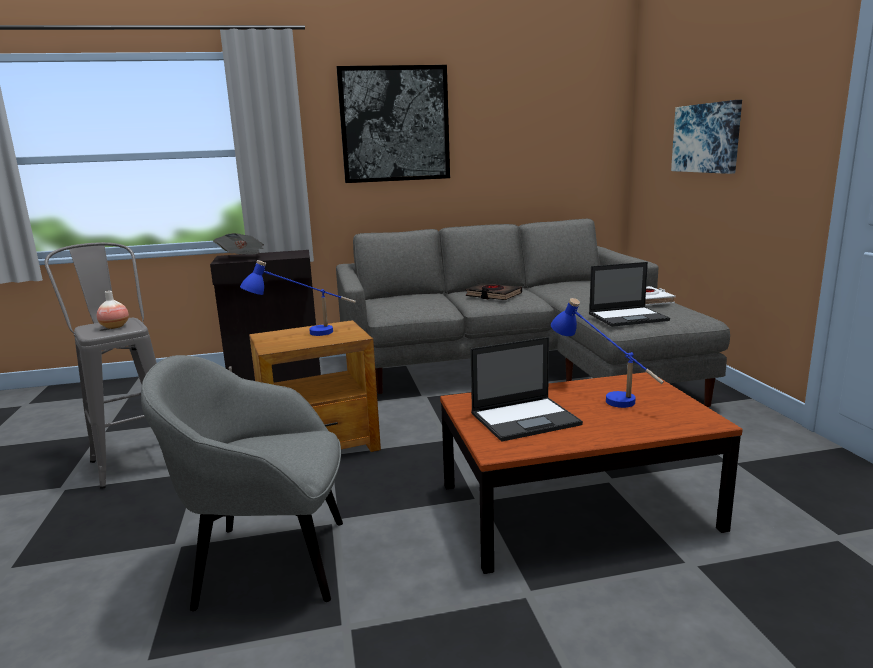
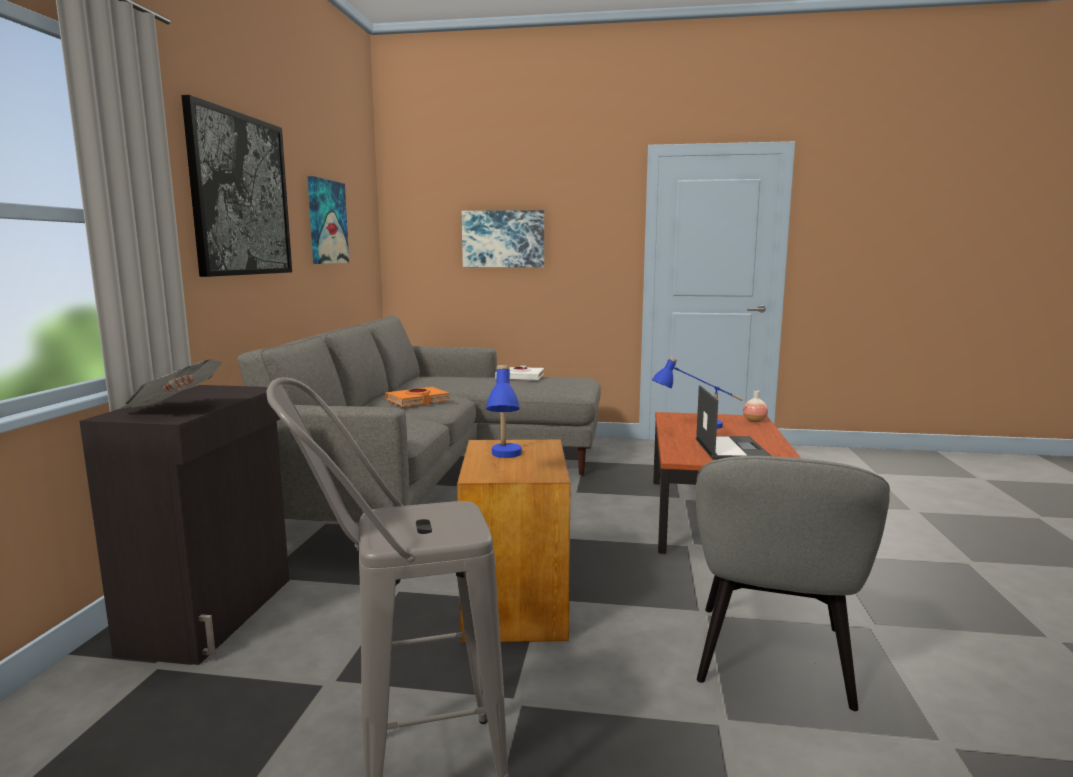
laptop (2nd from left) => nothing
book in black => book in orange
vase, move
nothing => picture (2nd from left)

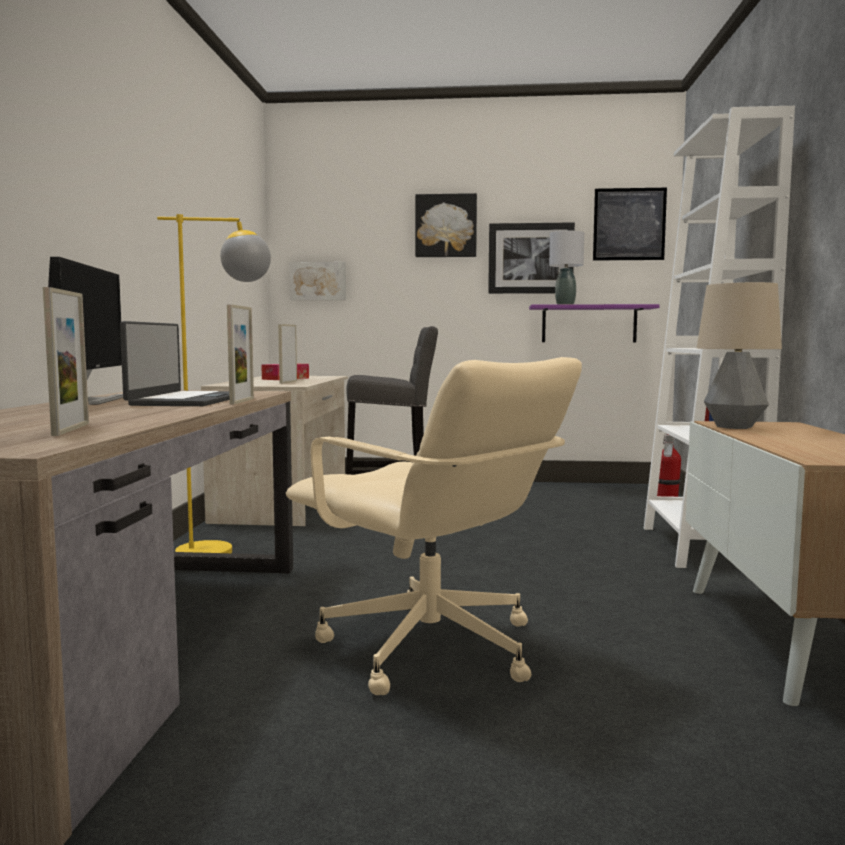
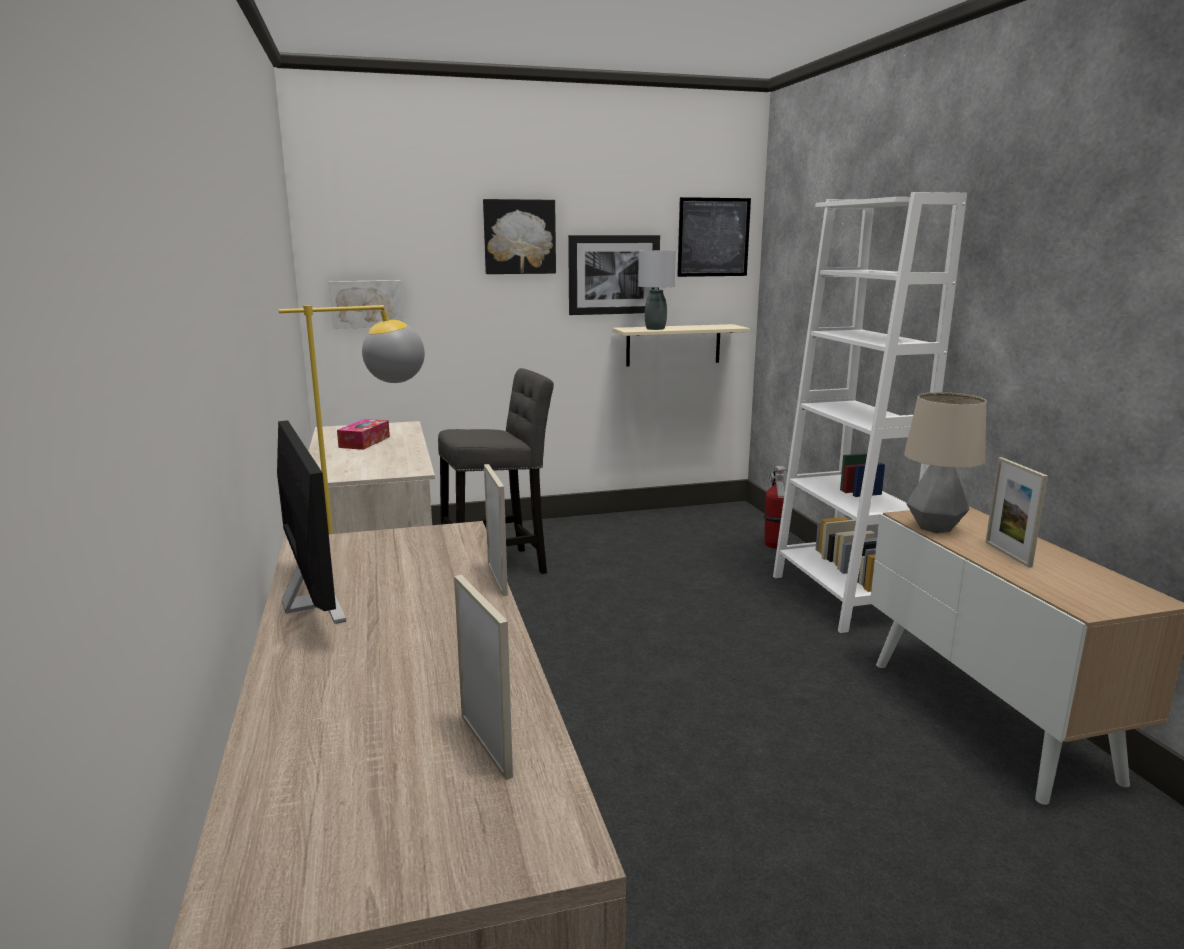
shelf in purple => shelf in beige
laptop => nothing
picture frame (3rd from left), move
office chair in beige => nothing

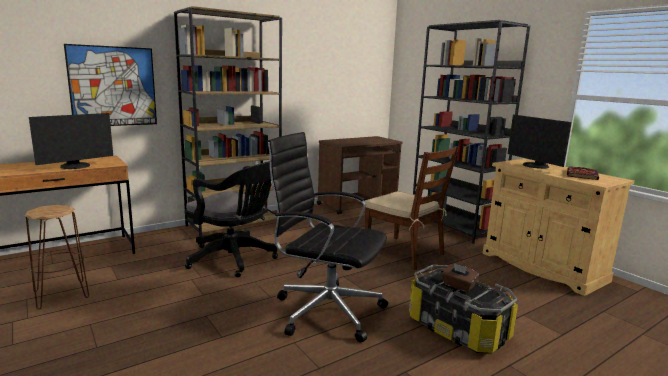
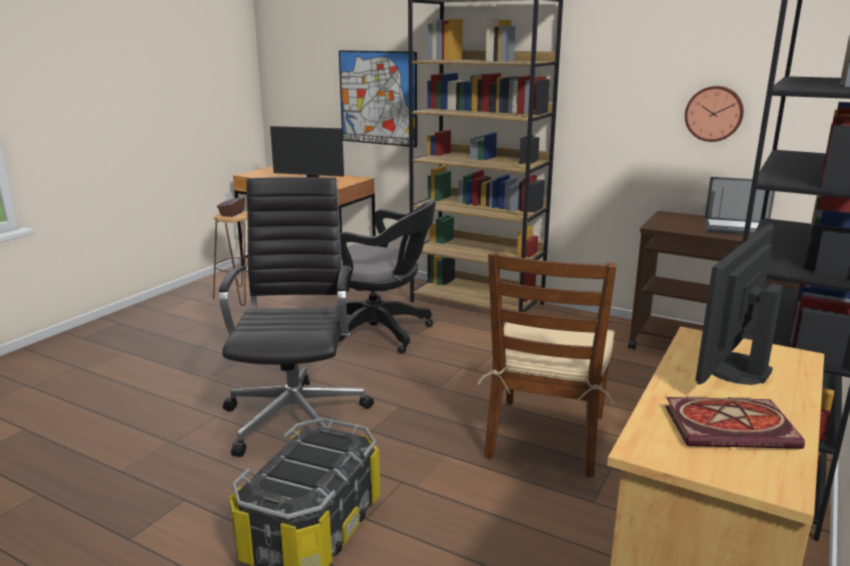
office chair in black (1st from left in the first image) => office chair in black (2nd from left), 75 degrees counterclockwise
tissue box in brown, move
nothing => wall clock
nothing => laptop

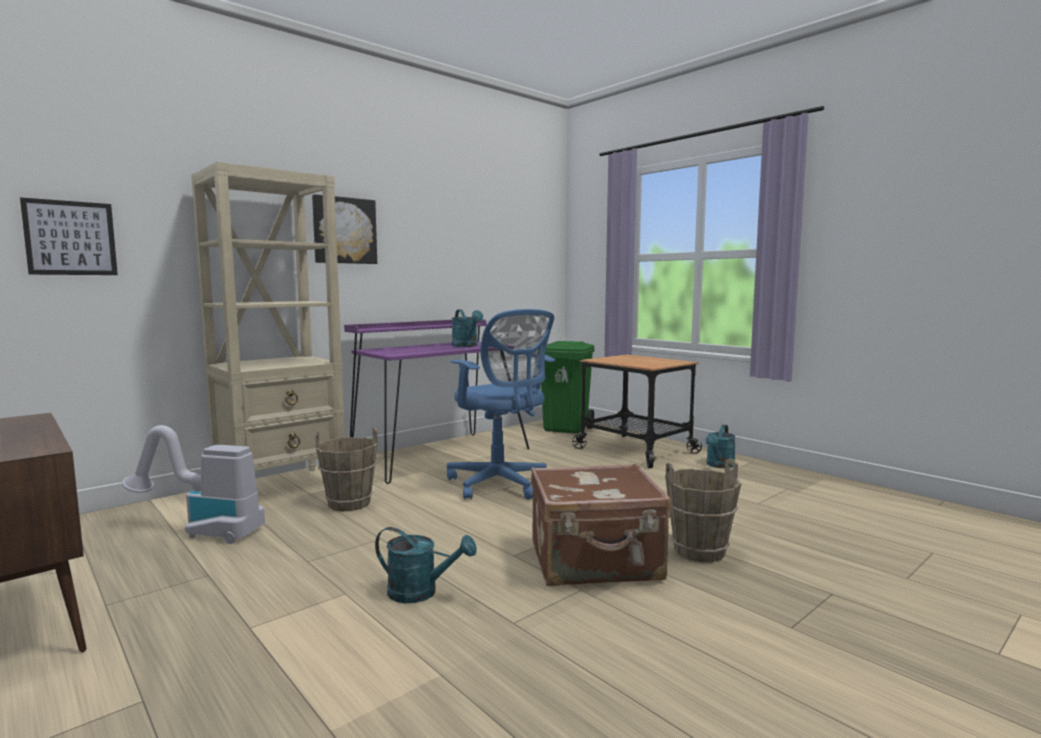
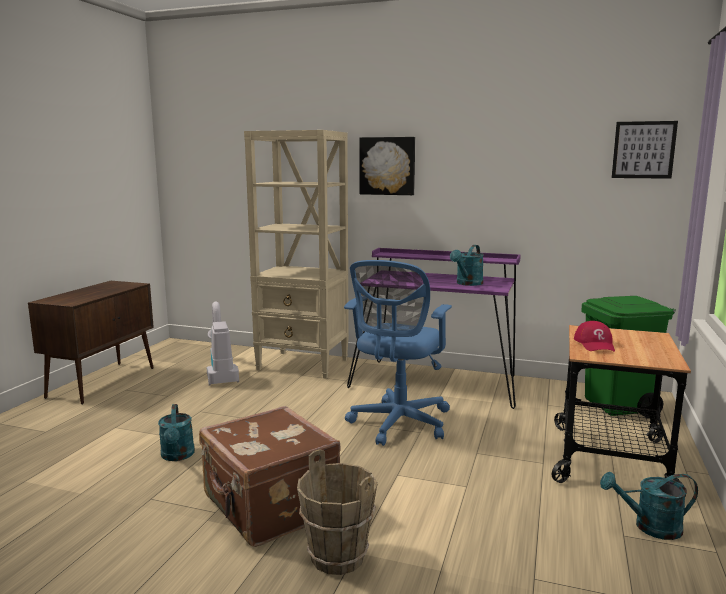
picture (1st from left in the first image) => picture (2nd from left), move
bucket in brown (1st from left) => nothing
nothing => cap in red

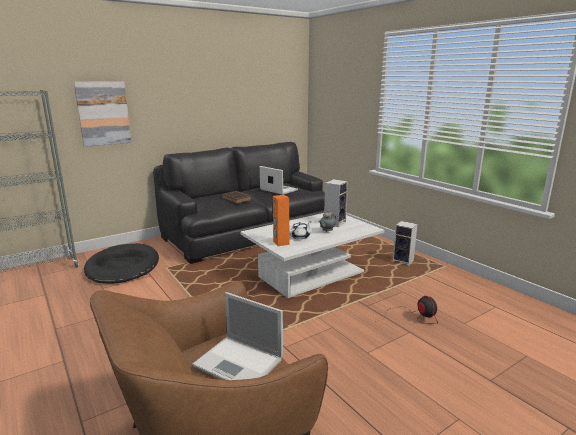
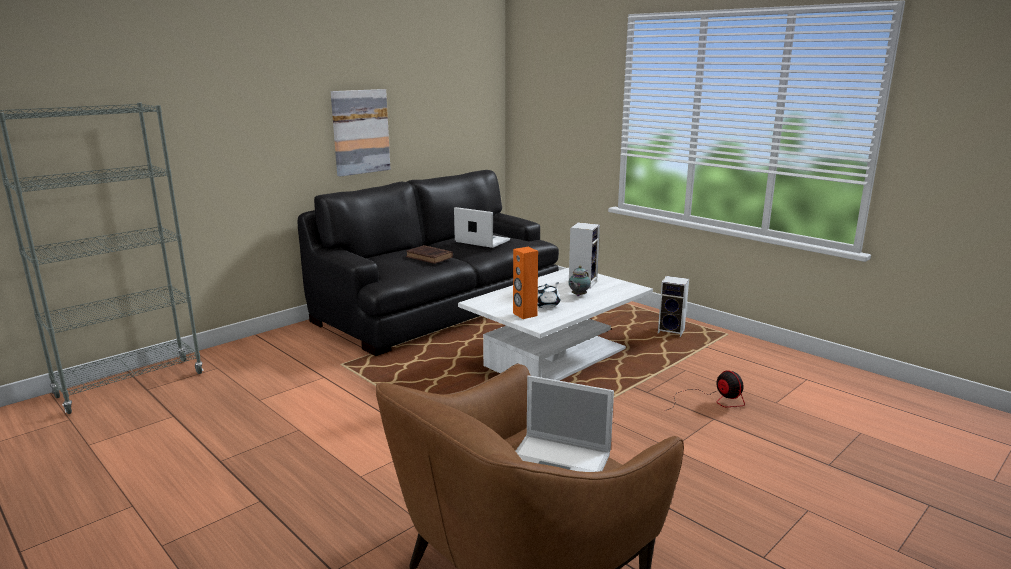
picture, move
dog bed in black => nothing

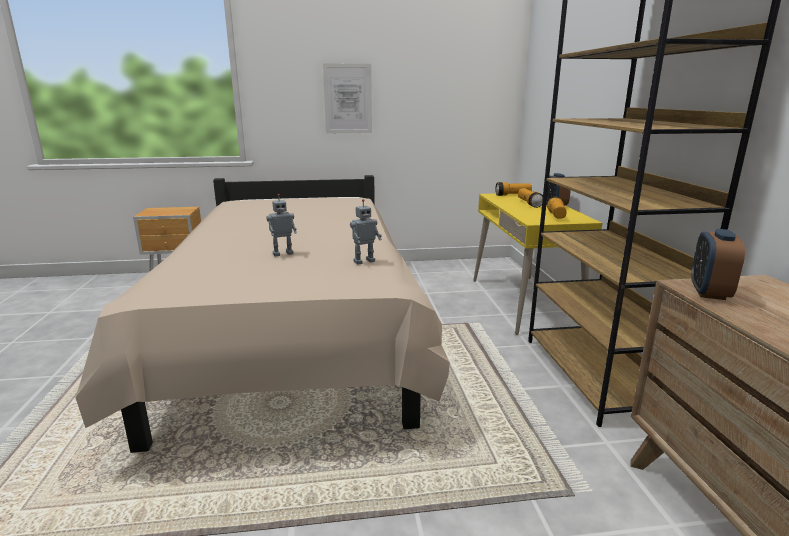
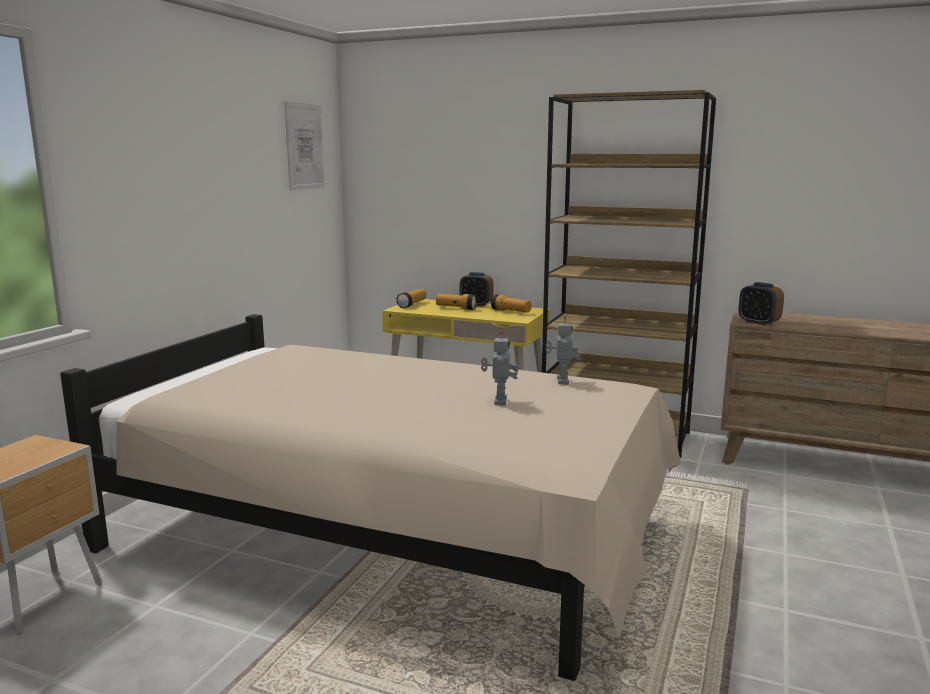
picture, move

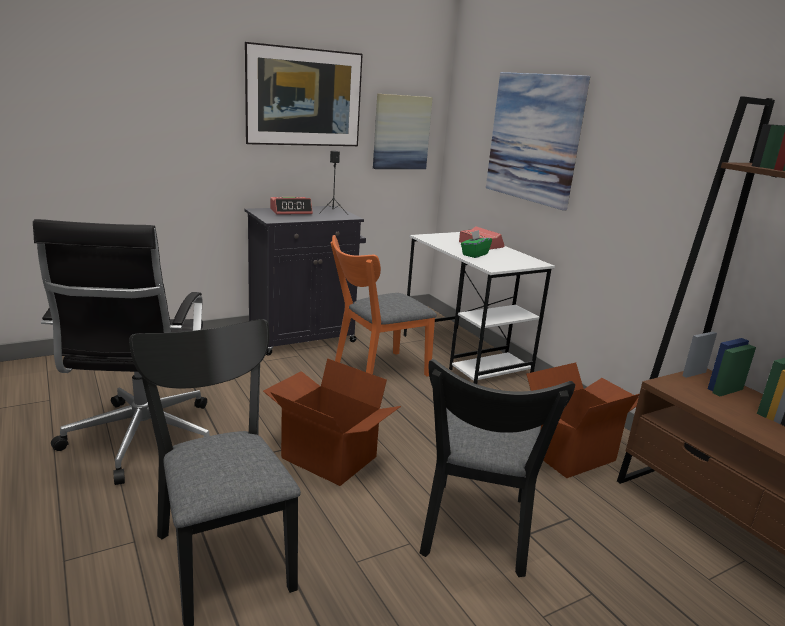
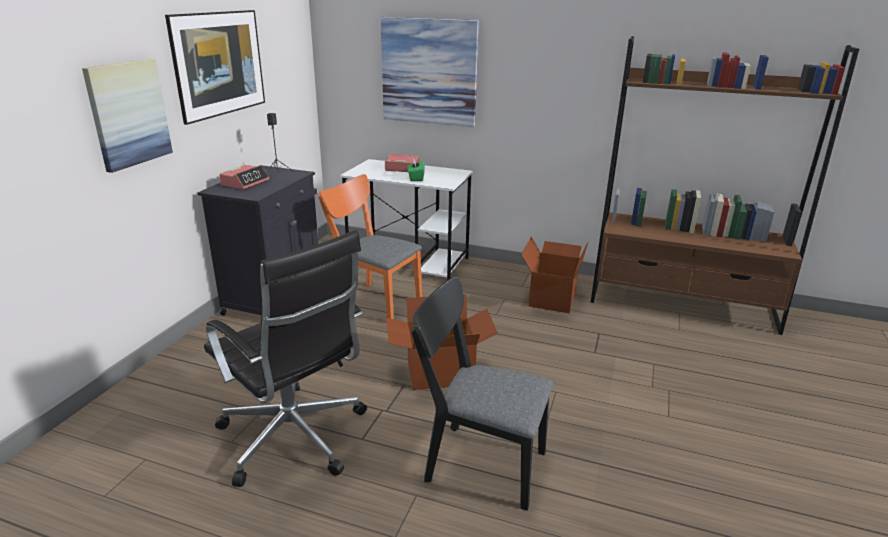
picture (2nd from left in the first image) => picture (1st from left), move
chair in orange, 105 degrees clockwise
chair in black (2nd from left) => nothing

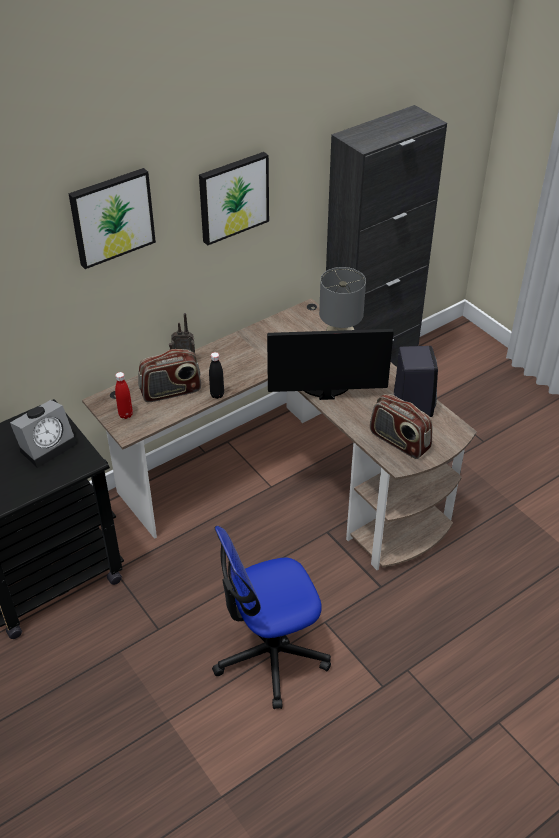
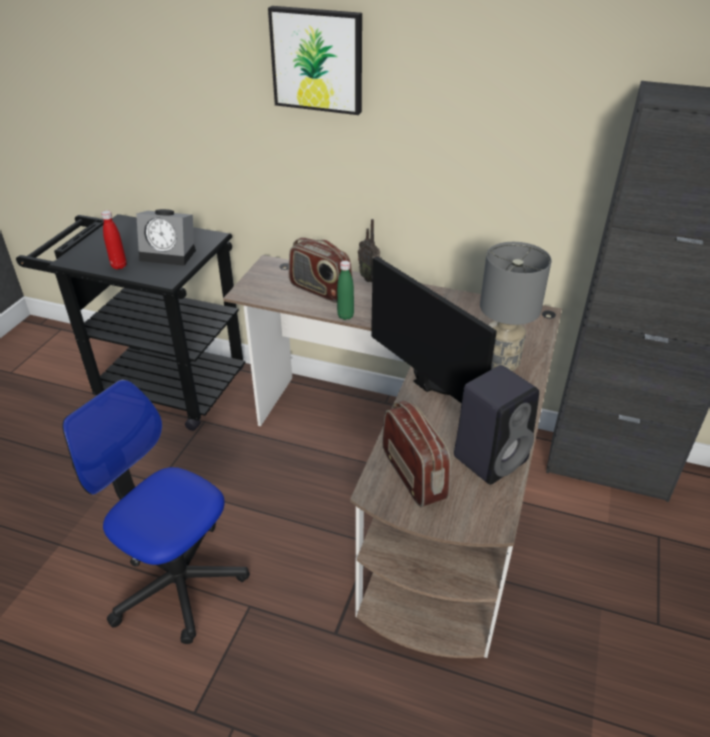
picture (2nd from left) => nothing
bottle in black => bottle in green
bottle in red, move
radio (3rd from left), 150 degrees clockwise

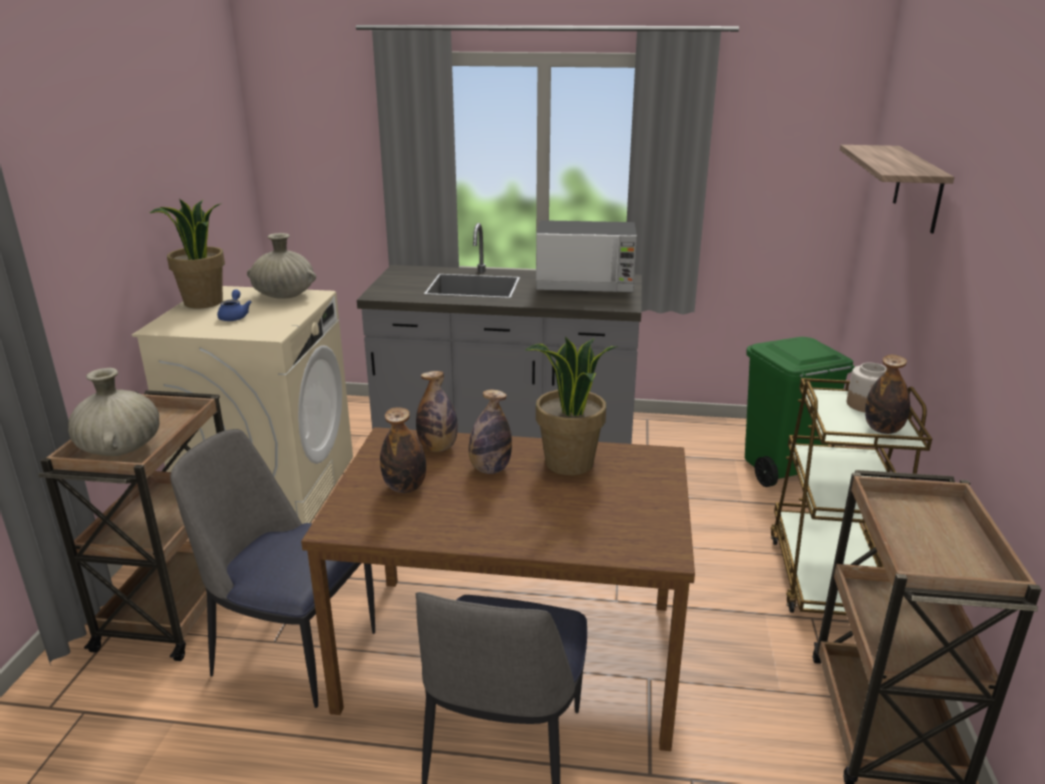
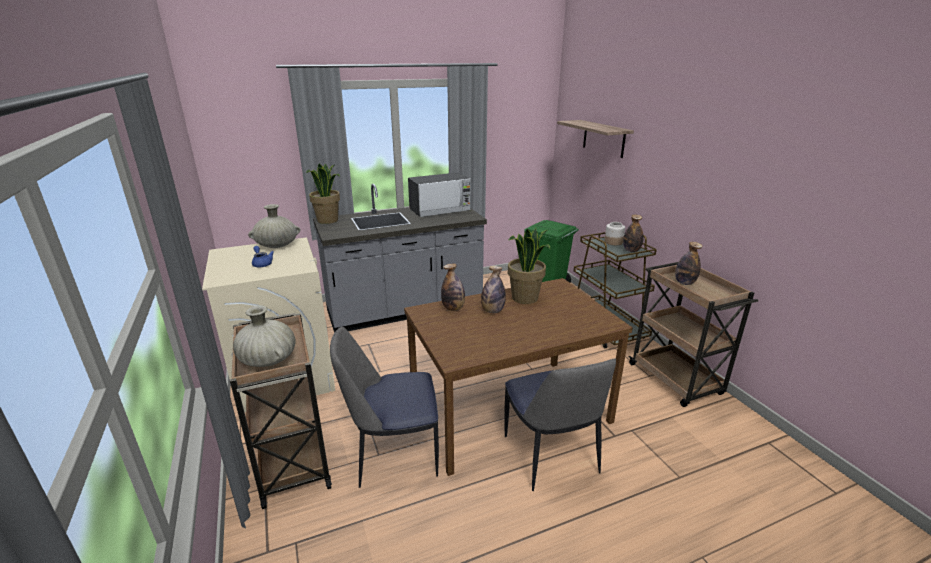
potted plant (1st from left), move
bottle (1st from left in the first image) => bottle (4th from left), move

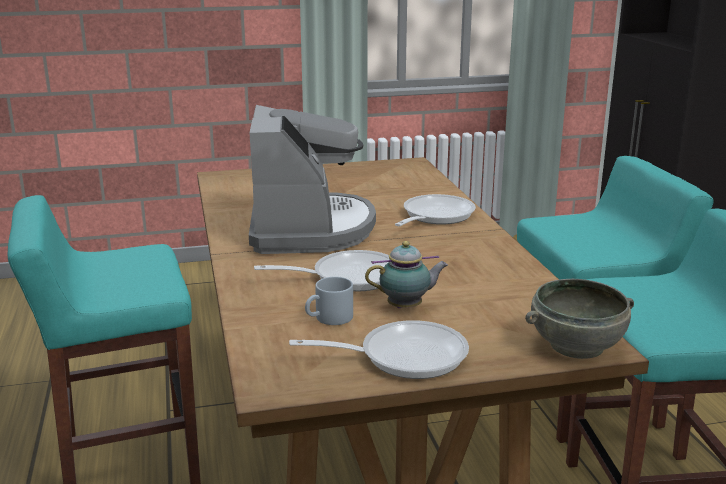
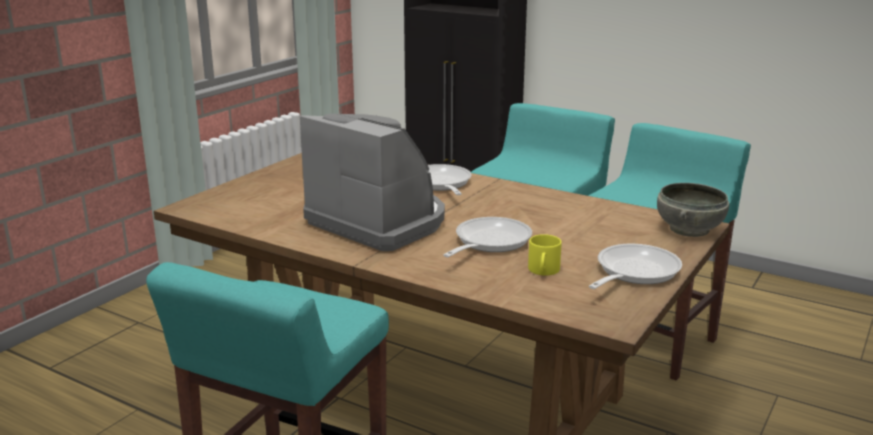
teapot => nothing
mug in grey => mug in yellow

